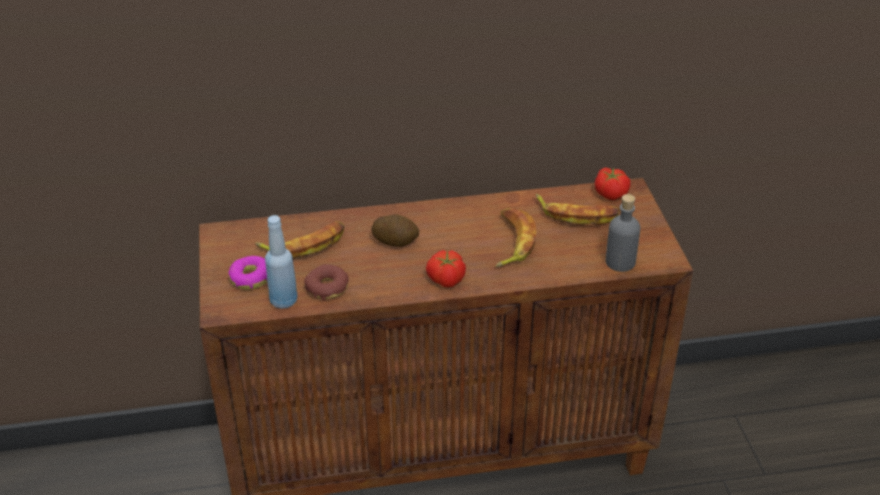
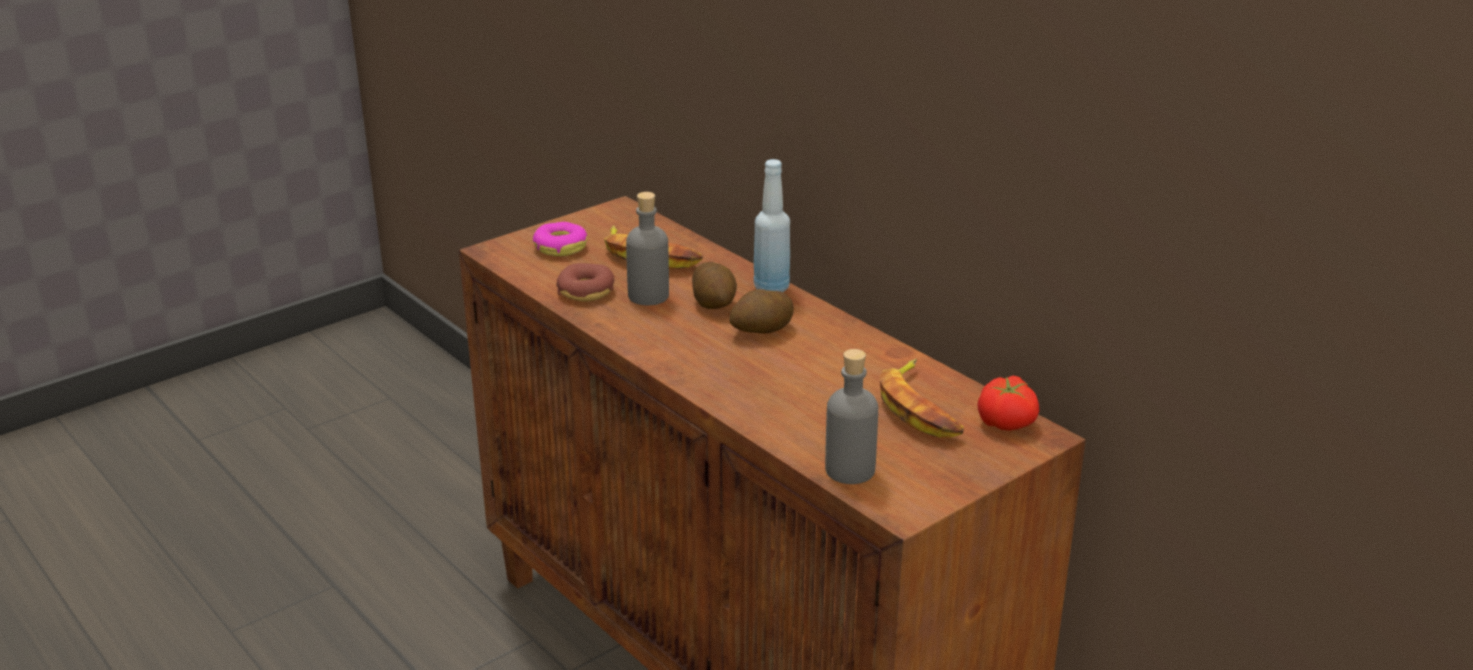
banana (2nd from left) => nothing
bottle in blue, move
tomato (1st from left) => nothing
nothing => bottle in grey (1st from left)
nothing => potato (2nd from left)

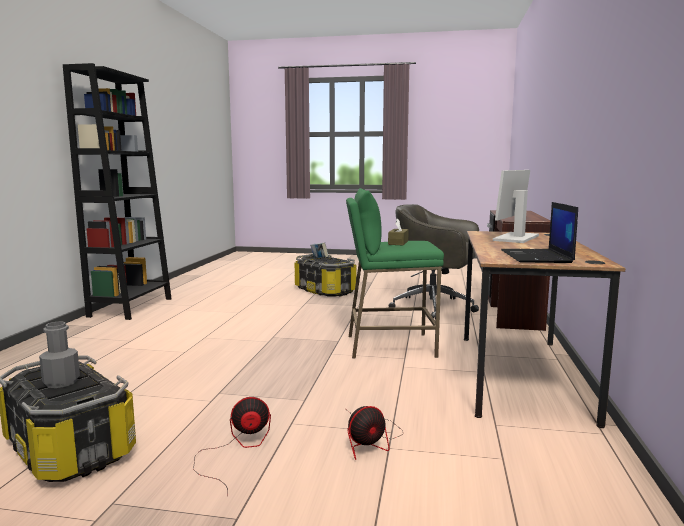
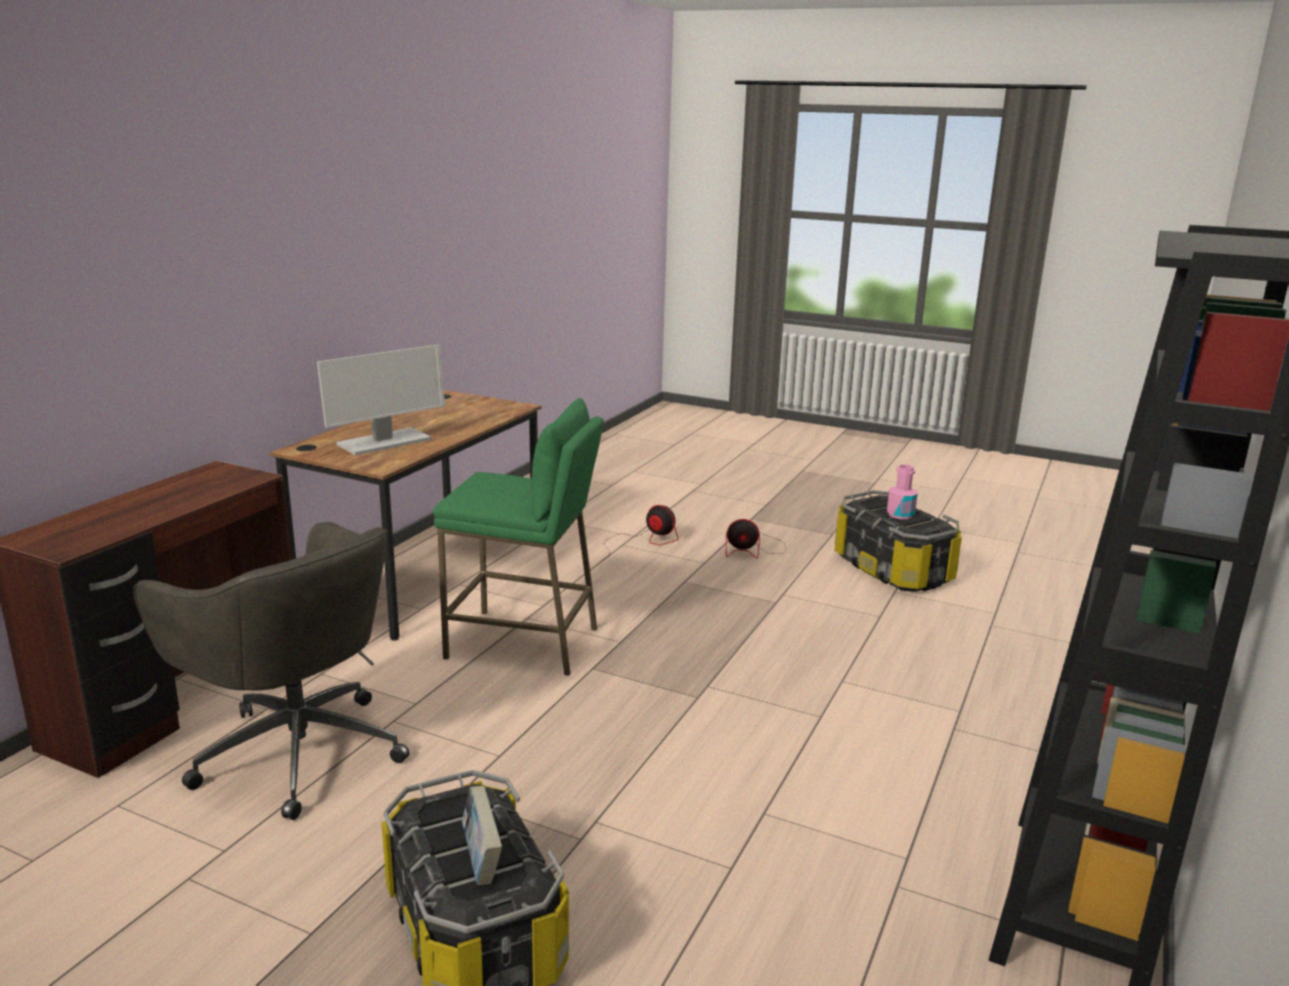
laptop => nothing
tissue box in brown => nothing
bottle in grey => bottle in pink
fan (2nd from left in the first image) => fan (1st from left), 45 degrees clockwise

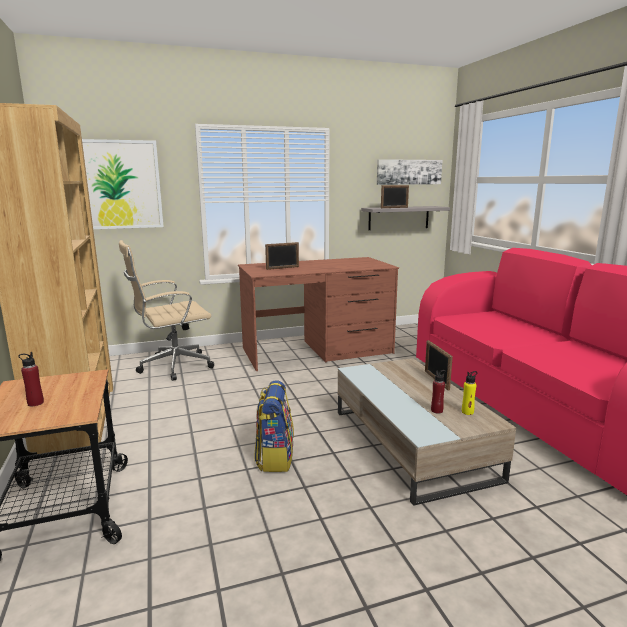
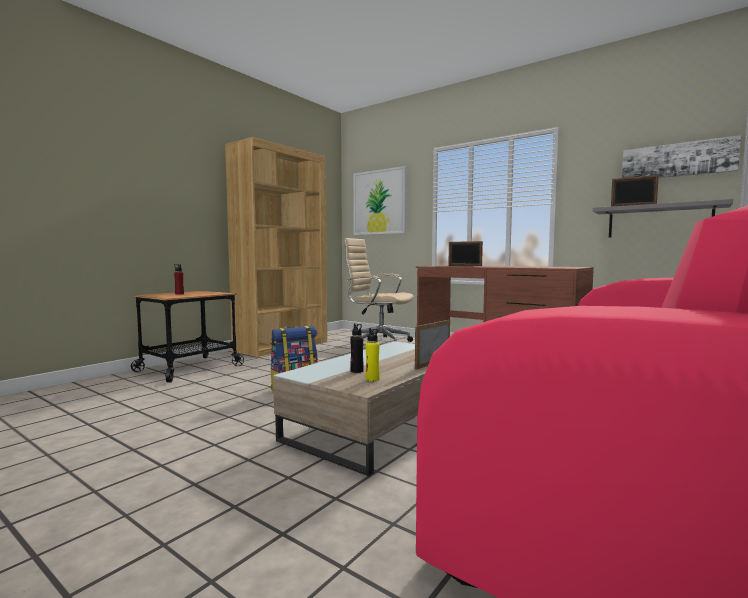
bottle in red (2nd from left) => bottle in black

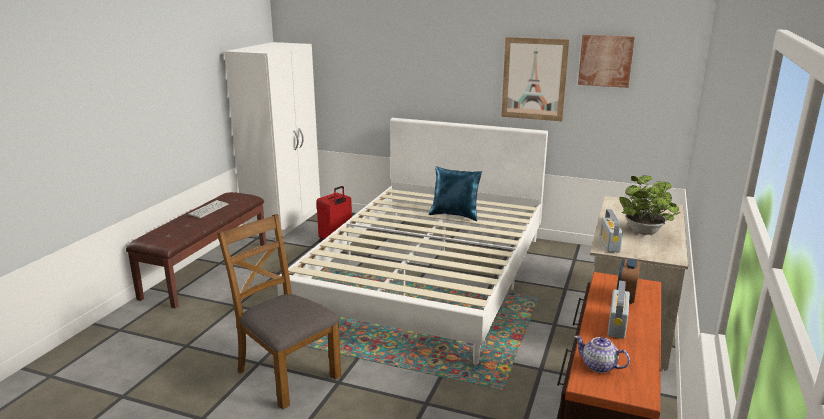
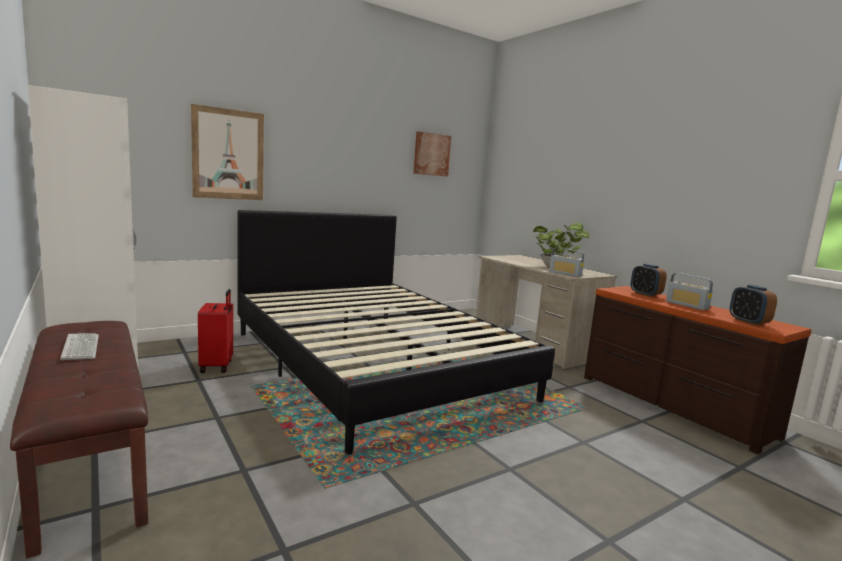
picture (1st from left), move
bed in white => bed in black
pillow in blue => nothing
chair in brown => nothing
teapot => alarm clock (2nd from left)

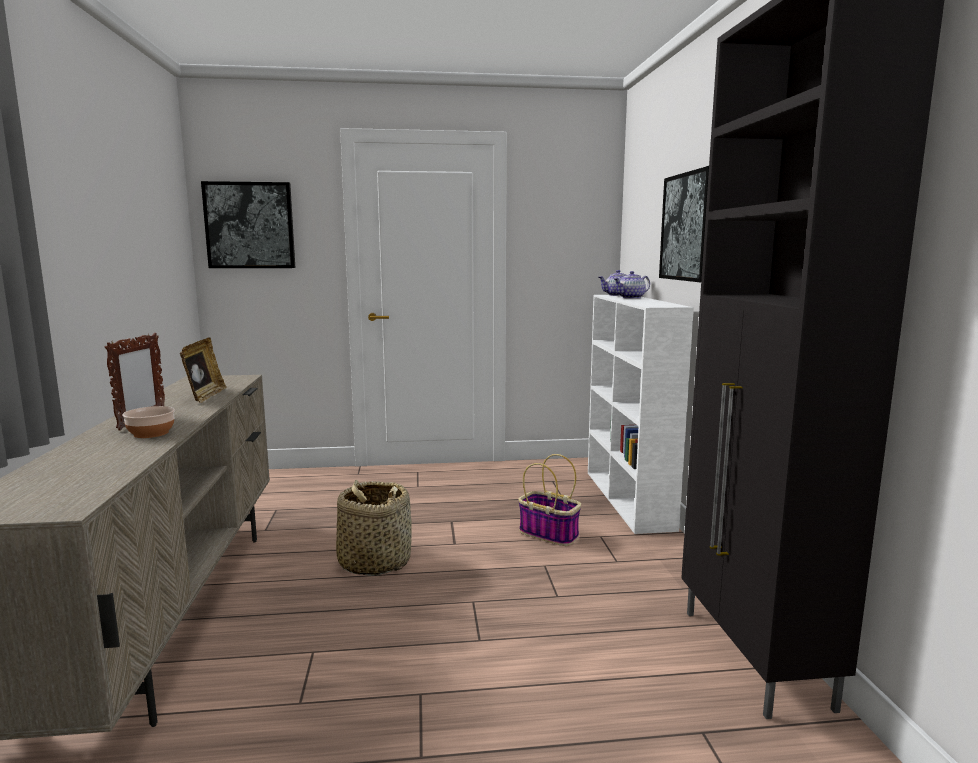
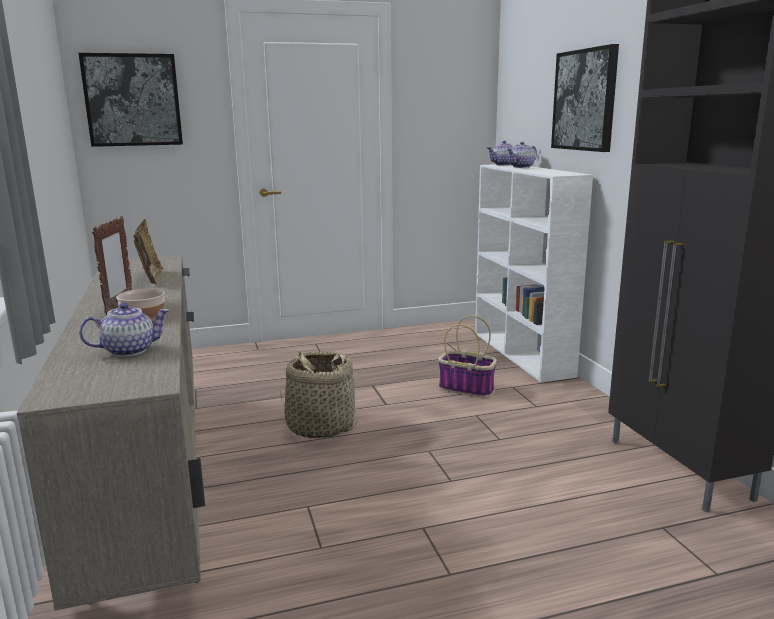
nothing => teapot (1st from left)

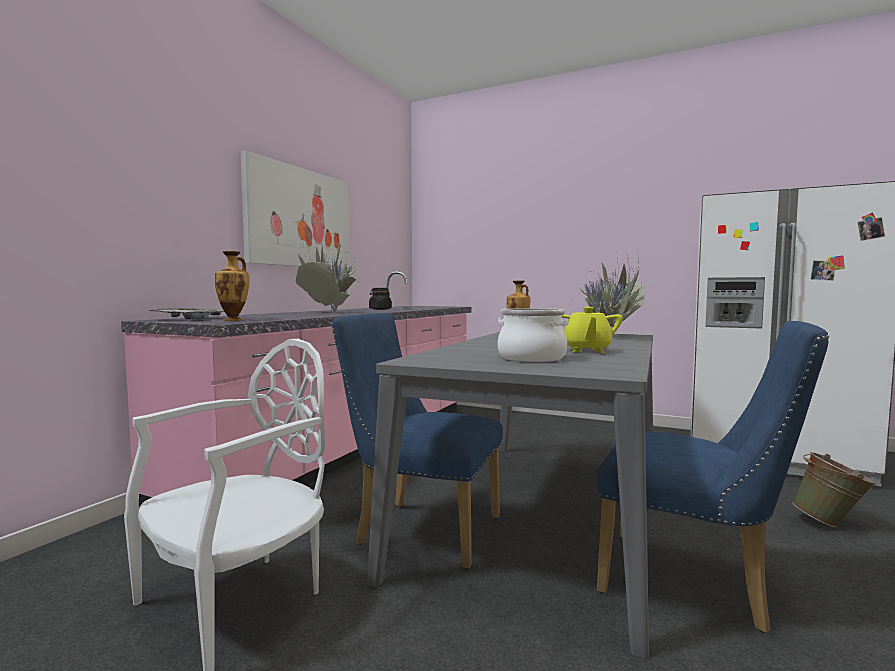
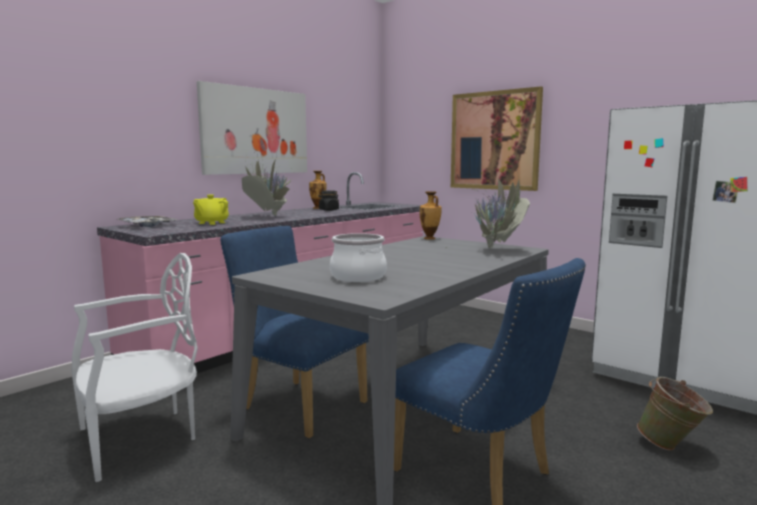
vase (1st from left), move
teapot in yellow, move
nothing => picture (2nd from left)

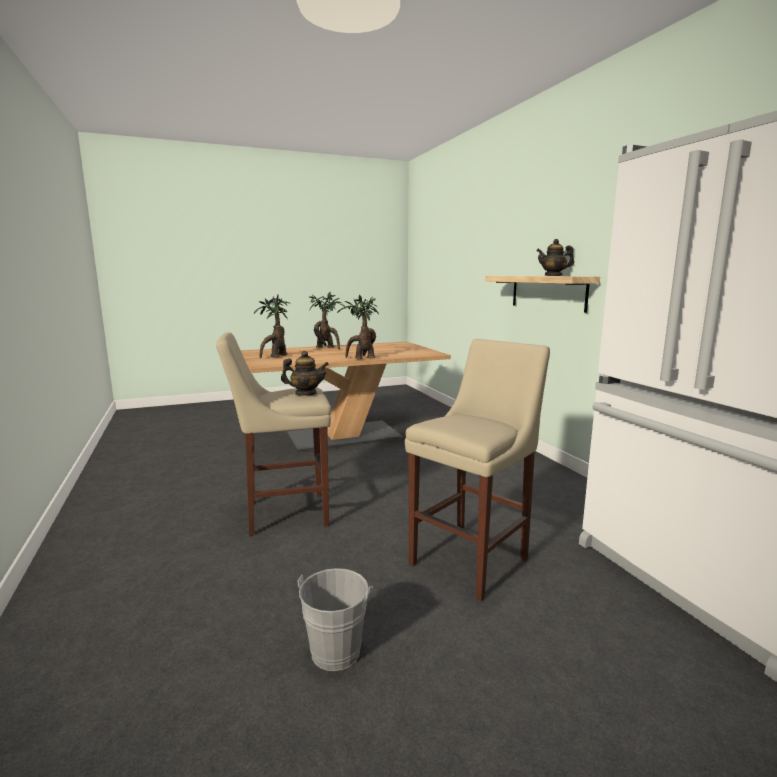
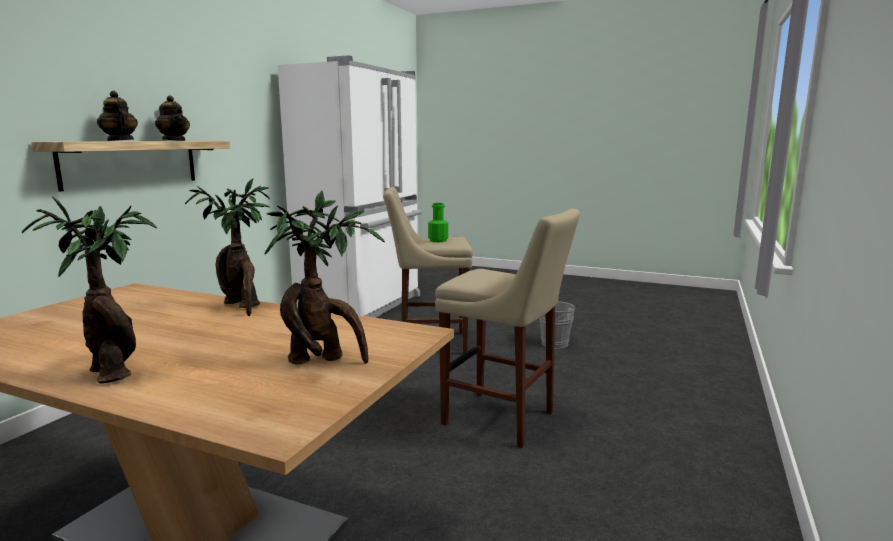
teapot (1st from left), move
nothing => bottle in green

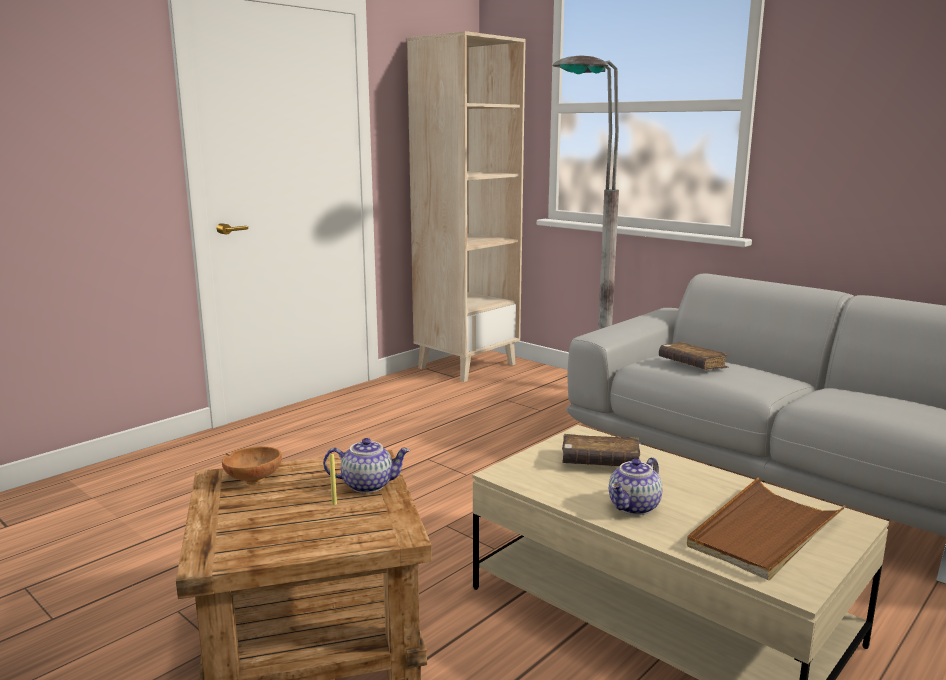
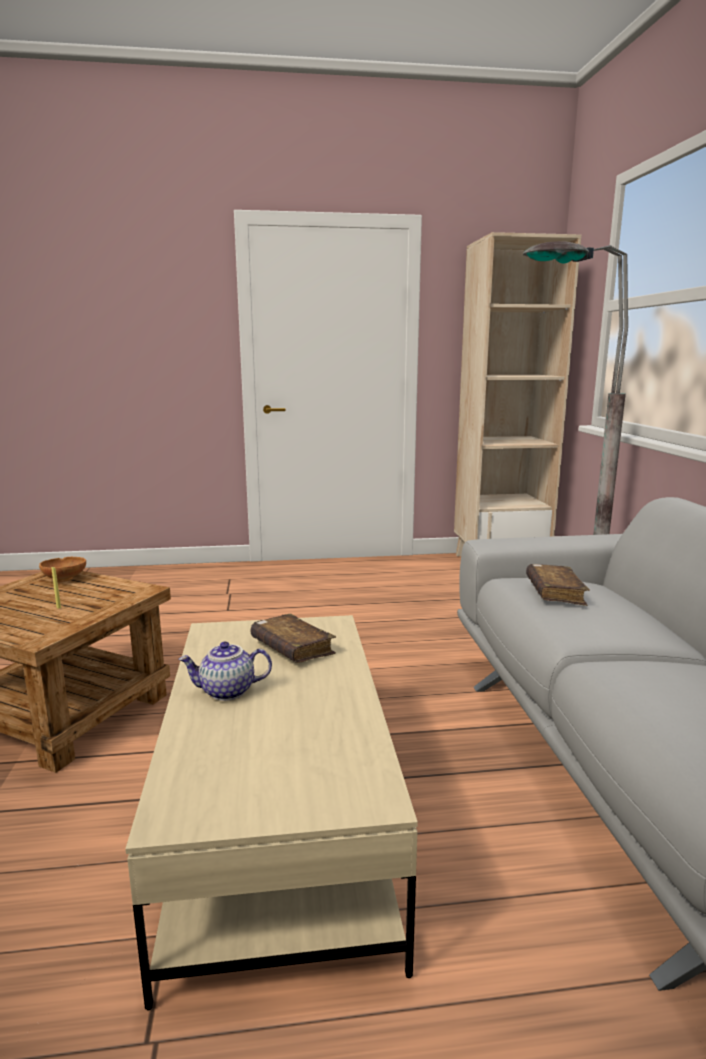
teapot (1st from left) => nothing
tray in brown => nothing

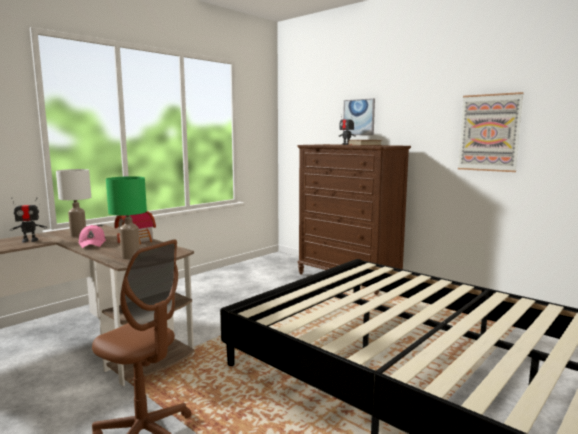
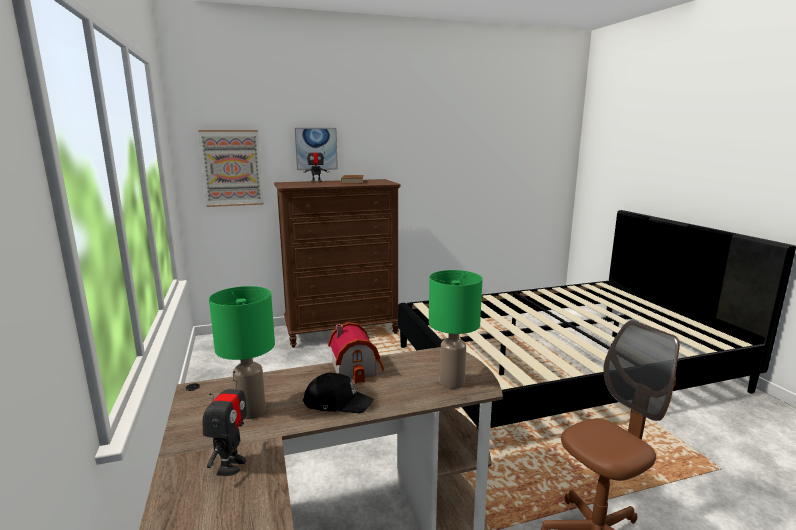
picture (2nd from left in the first image) => picture (1st from left), move
table lamp in white => table lamp in green (1st from left)
cap in pink => cap in black

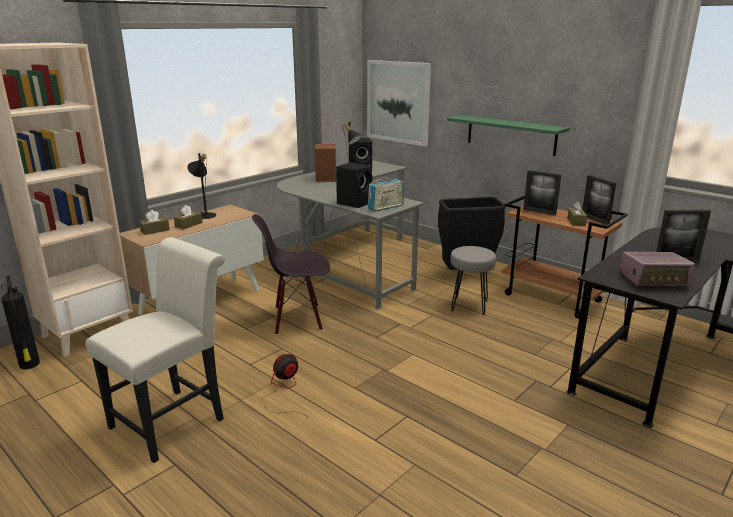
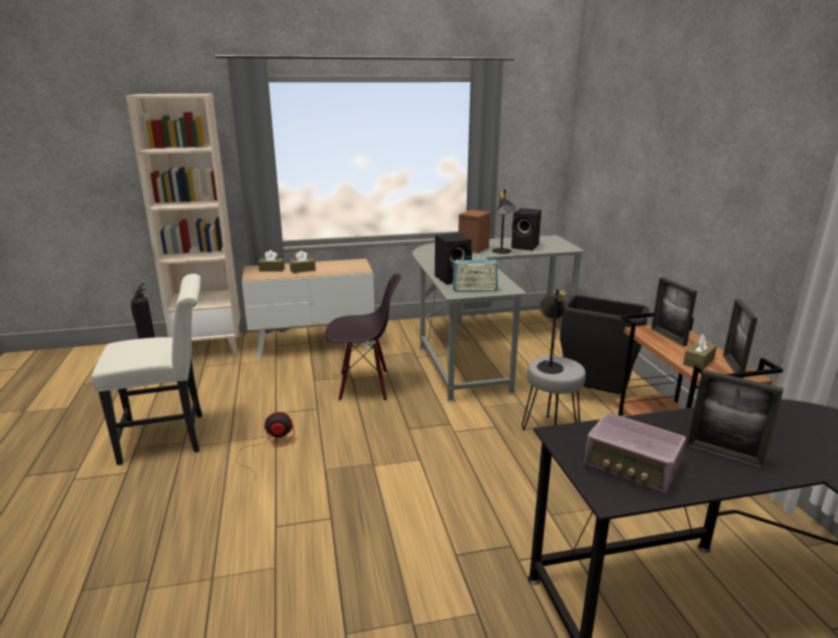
picture => nothing
shelf in green => nothing
table lamp in black (1st from left in the first image) => table lamp in black (2nd from left), move
chair in black, 150 degrees clockwise

